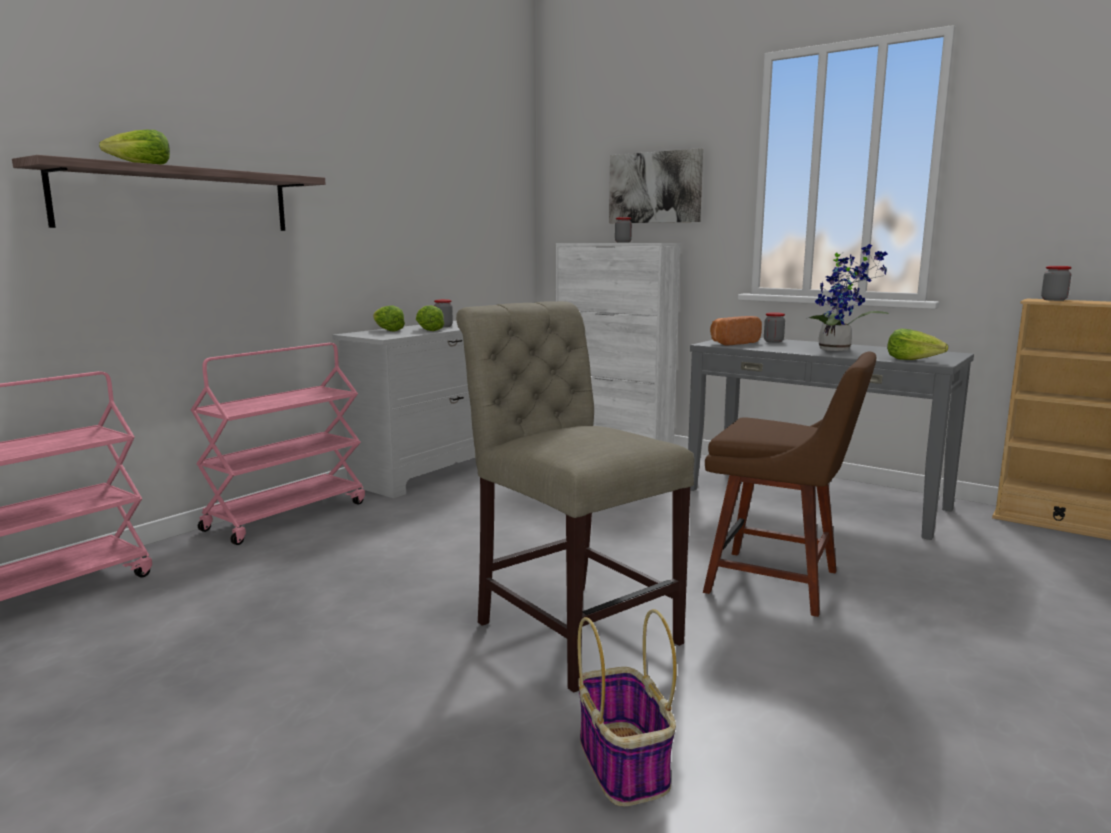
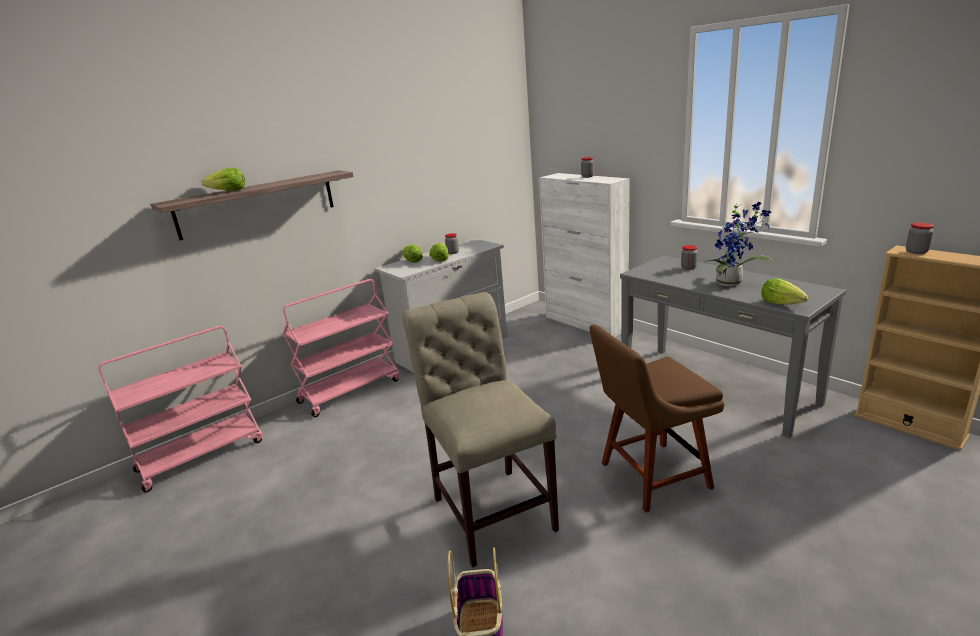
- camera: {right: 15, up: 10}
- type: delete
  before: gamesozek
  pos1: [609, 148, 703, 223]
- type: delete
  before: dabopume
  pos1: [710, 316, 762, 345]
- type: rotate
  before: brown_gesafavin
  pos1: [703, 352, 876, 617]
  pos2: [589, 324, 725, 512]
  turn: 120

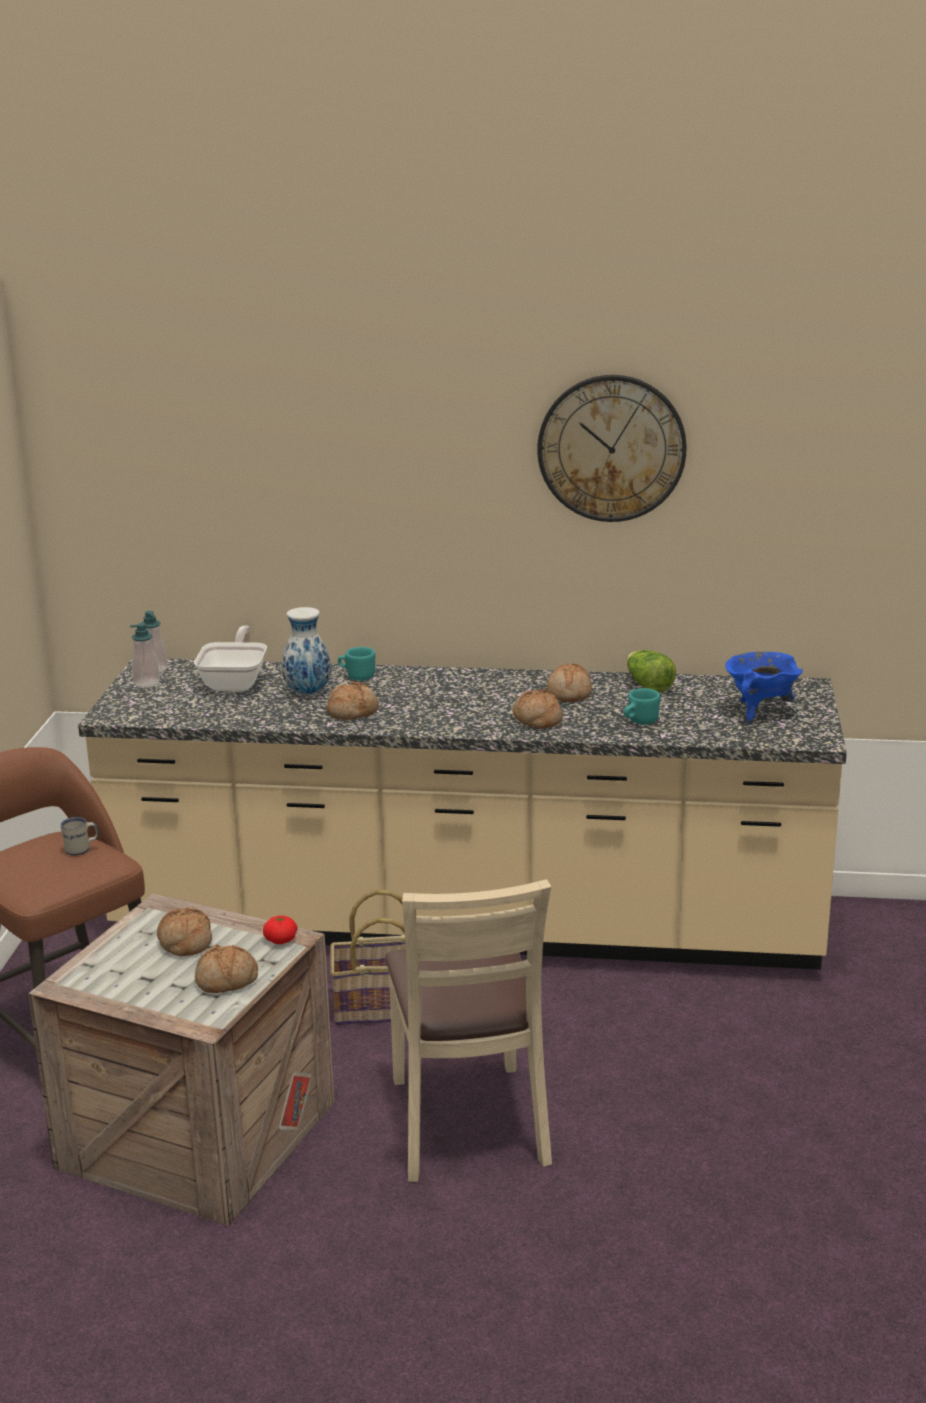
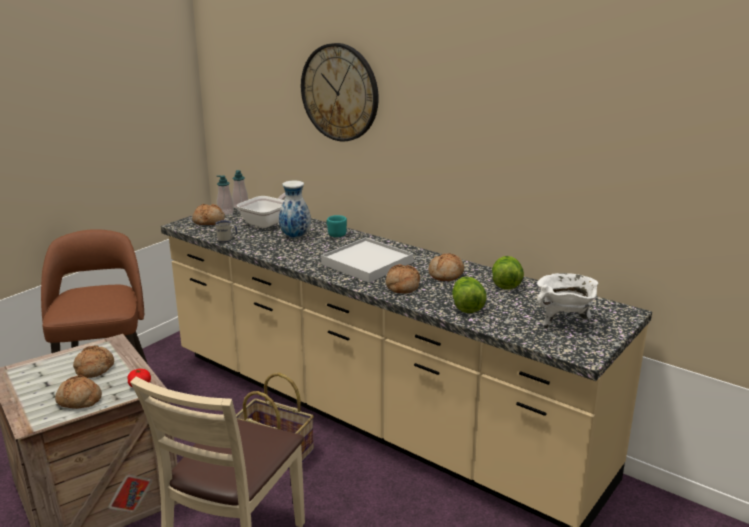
- camera: {right: 30, up: 0}
- type: insert
  after: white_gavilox
  pos2: [321, 238, 413, 283]
- type: move
  before: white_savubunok
  pos1: [61, 817, 98, 856]
  pos2: [215, 220, 237, 242]
- type: move
  before: dabopume
  pos1: [327, 681, 379, 720]
  pos2: [192, 204, 225, 225]
- type: move
  before: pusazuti
  pos1: [537, 375, 686, 522]
  pos2: [301, 43, 379, 142]
- type: replace
  before: turquoise_savubunok
  after: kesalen
  pos1: [623, 688, 660, 725]
  pos2: [452, 276, 487, 313]
- type: recolor
  before: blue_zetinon
  after: white_zetinon
  pos1: [725, 652, 803, 725]
  pos2: [537, 273, 598, 329]

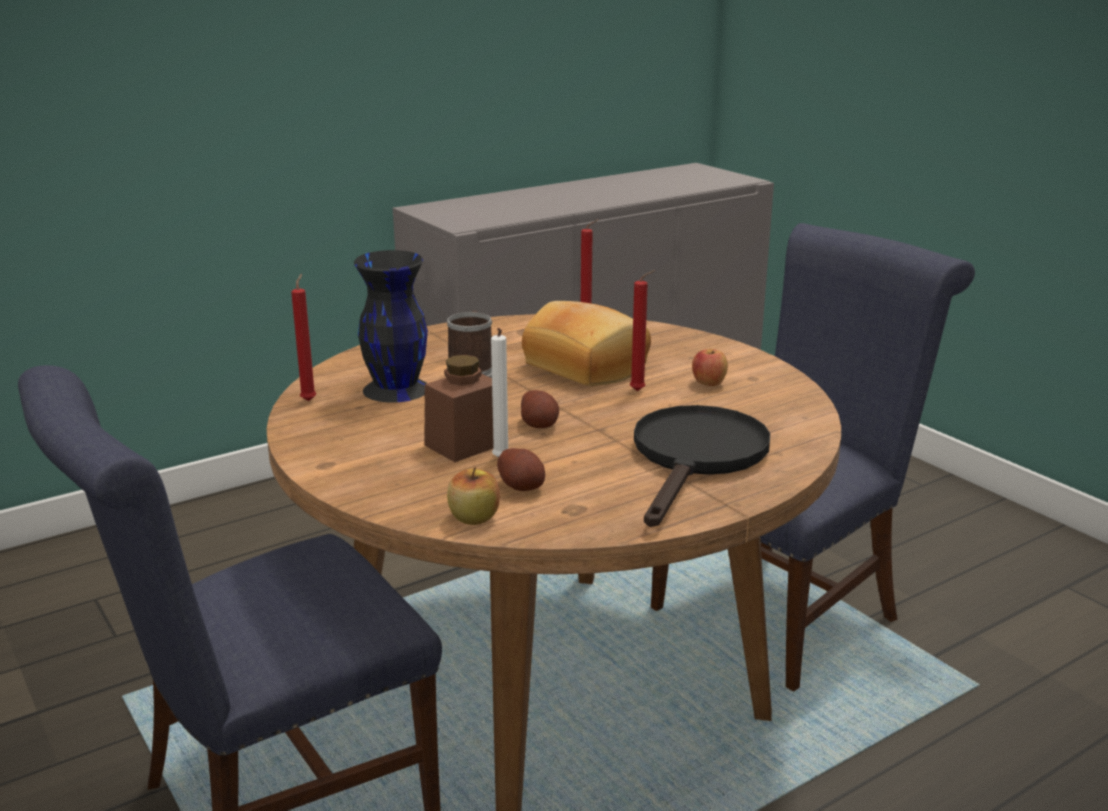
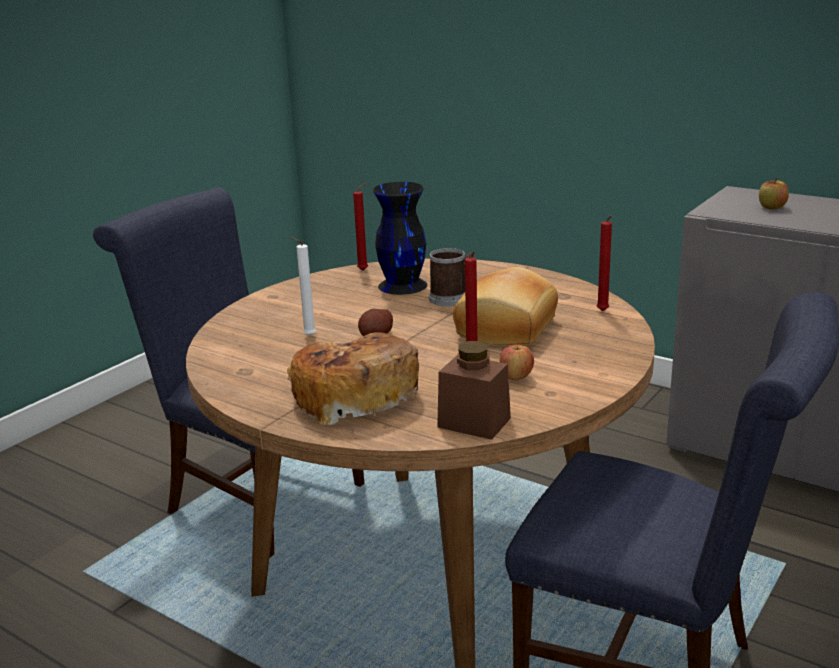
- camera: {right: 70, up: 0}
- type: delete
  before: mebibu
  pos1: [497, 448, 545, 491]
- type: move
  before: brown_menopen
  pos1: [425, 355, 494, 462]
  pos2: [437, 341, 511, 440]
- type: move
  before: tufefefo
  pos1: [447, 467, 500, 525]
  pos2: [759, 178, 789, 209]
- type: replace
  before: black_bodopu
  after: dabopume
  pos1: [634, 405, 770, 527]
  pos2: [287, 332, 419, 425]

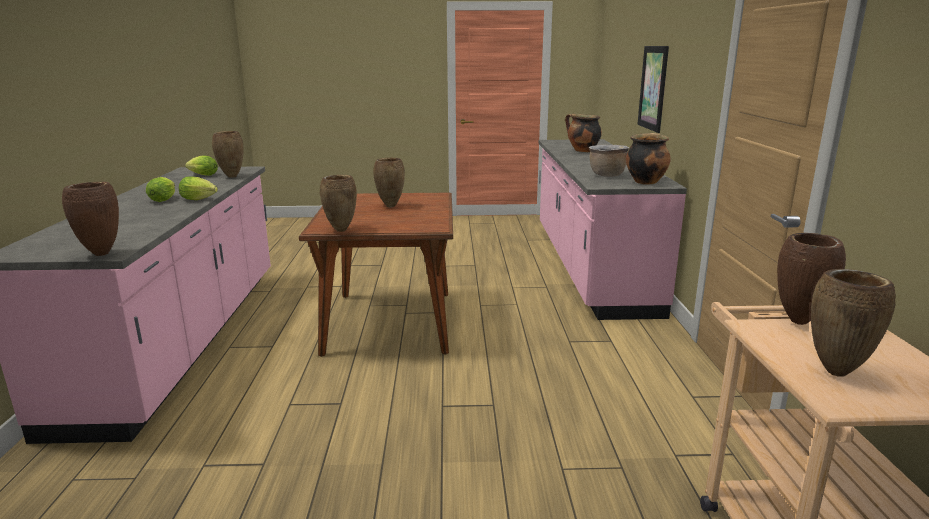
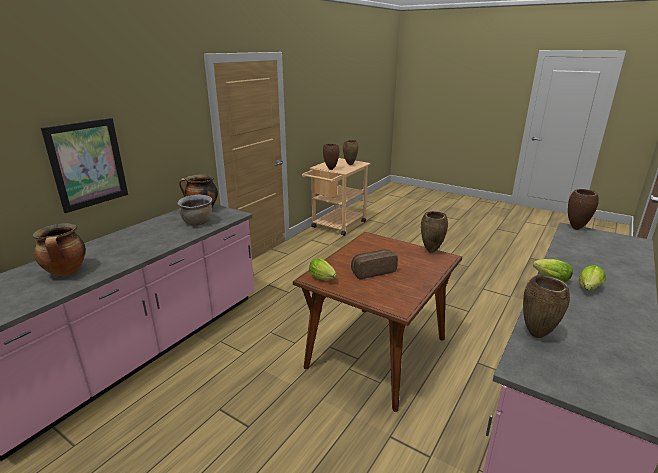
- camera: {right: -145, up: 5}
- type: move
  before: kesalen
  pos1: [185, 156, 218, 176]
  pos2: [309, 258, 337, 280]
- type: replace
  before: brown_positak
  after: dabopume
  pos1: [373, 158, 405, 207]
  pos2: [351, 250, 398, 279]

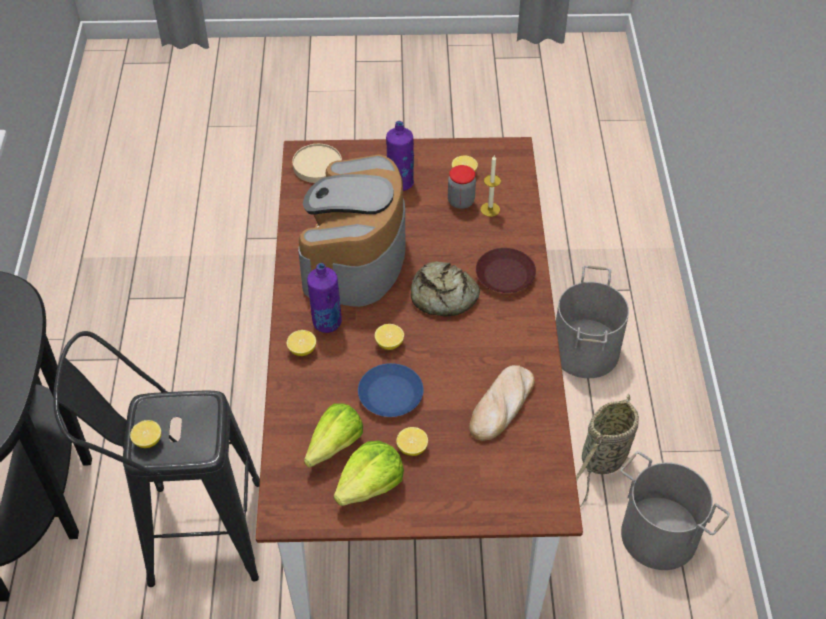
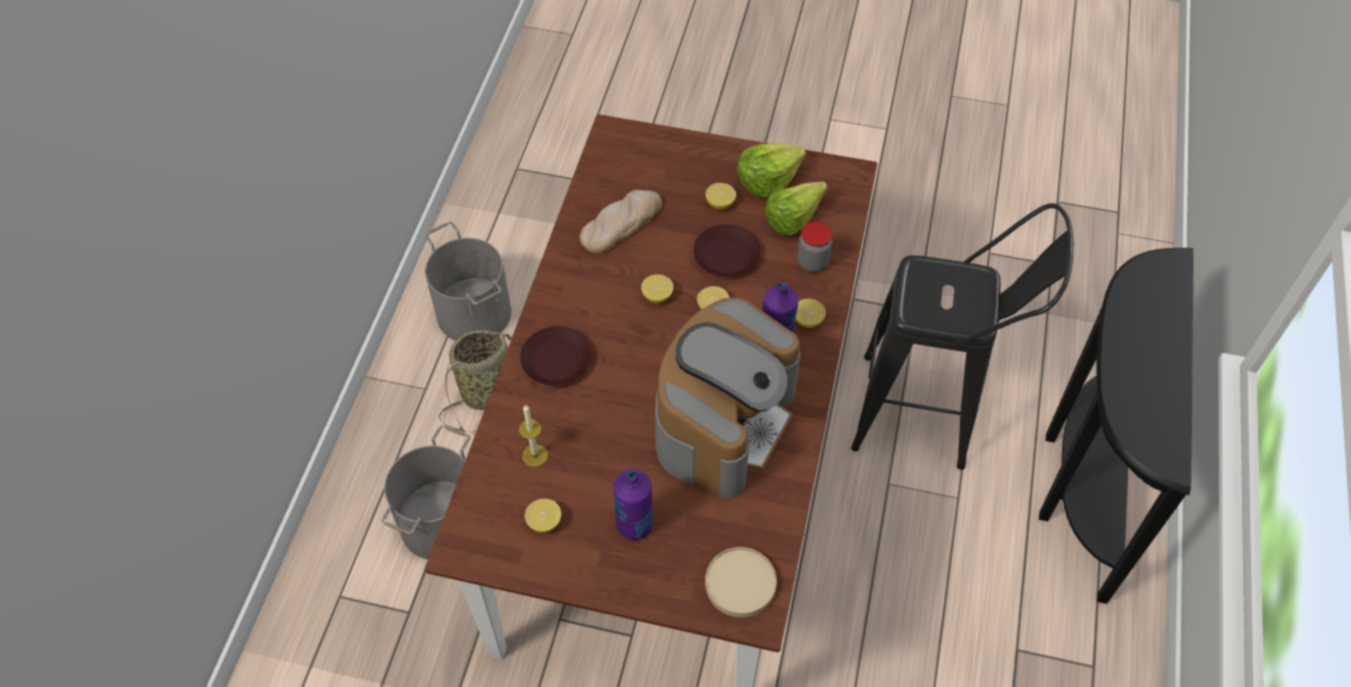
- camera: {right: -165, up: 5}
- type: delete
  before: dabopume
  pos1: [411, 261, 480, 316]
- type: move
  before: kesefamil
  pos1: [130, 420, 161, 448]
  pos2: [641, 274, 673, 303]
- type: move
  before: menopen
  pos1: [448, 165, 476, 209]
  pos2: [797, 222, 832, 272]
- type: recolor
  before: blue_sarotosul
  after: brown_sarotosul
  pos1: [358, 363, 424, 417]
  pos2: [693, 224, 761, 277]

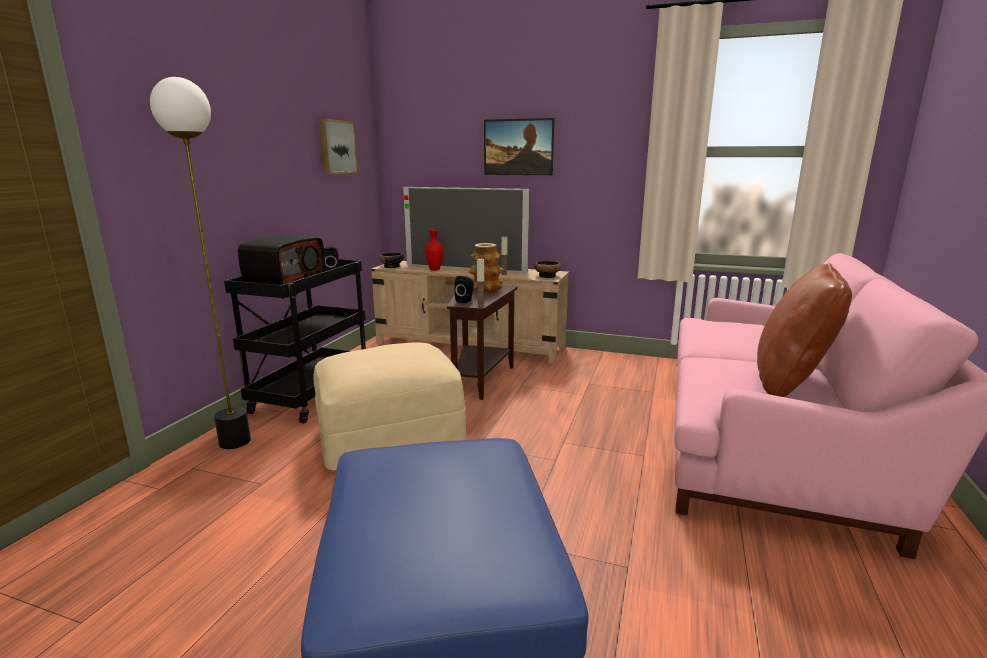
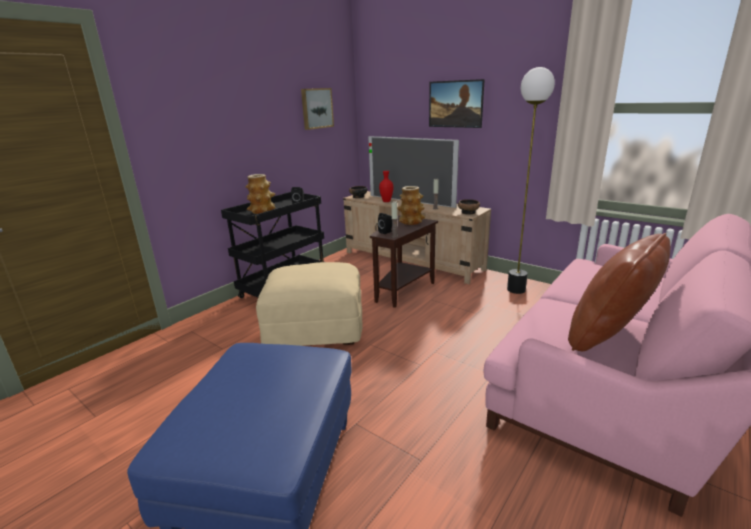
- camera: {right: 20, up: 5}
- type: move
  before: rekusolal
  pos1: [150, 77, 251, 449]
  pos2: [507, 67, 555, 294]
- type: replace
  before: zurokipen
  after: positak
  pos1: [238, 235, 325, 285]
  pos2: [245, 174, 276, 214]

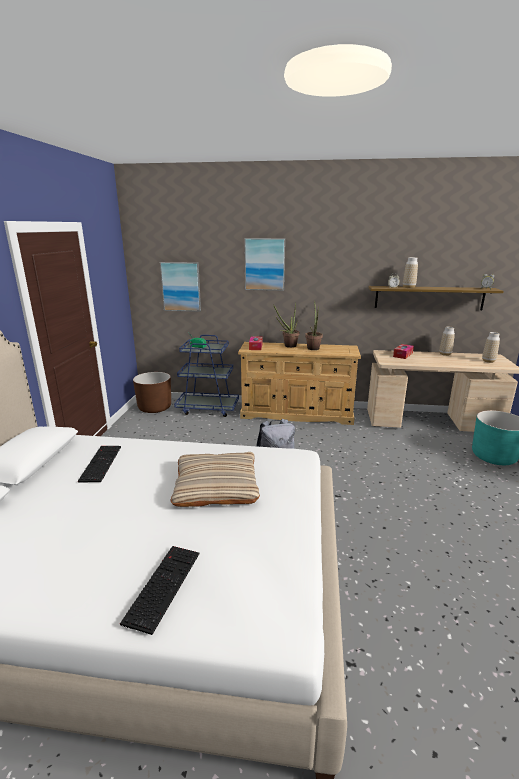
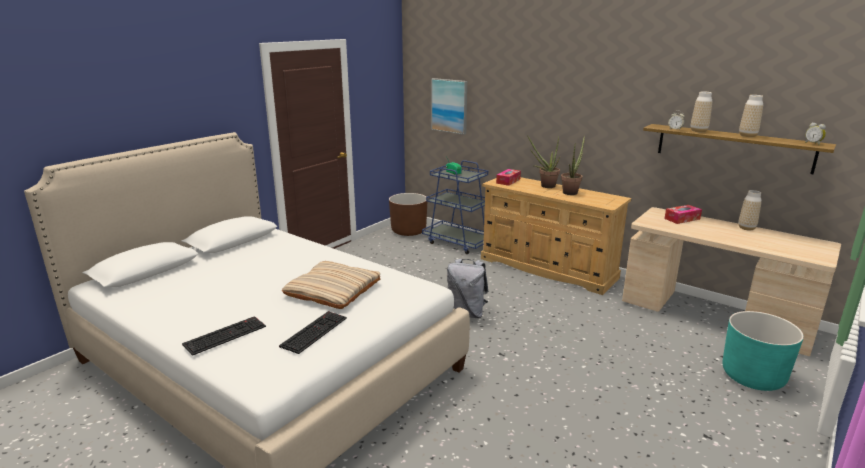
- camera: {right: 30, up: 0}
- type: delete
  before: gamesozek
  pos1: [244, 238, 285, 291]
- type: move
  before: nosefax
  pos1: [78, 446, 121, 483]
  pos2: [279, 311, 347, 354]
- type: move
  before: positak
  pos1: [482, 332, 500, 363]
  pos2: [739, 95, 763, 137]

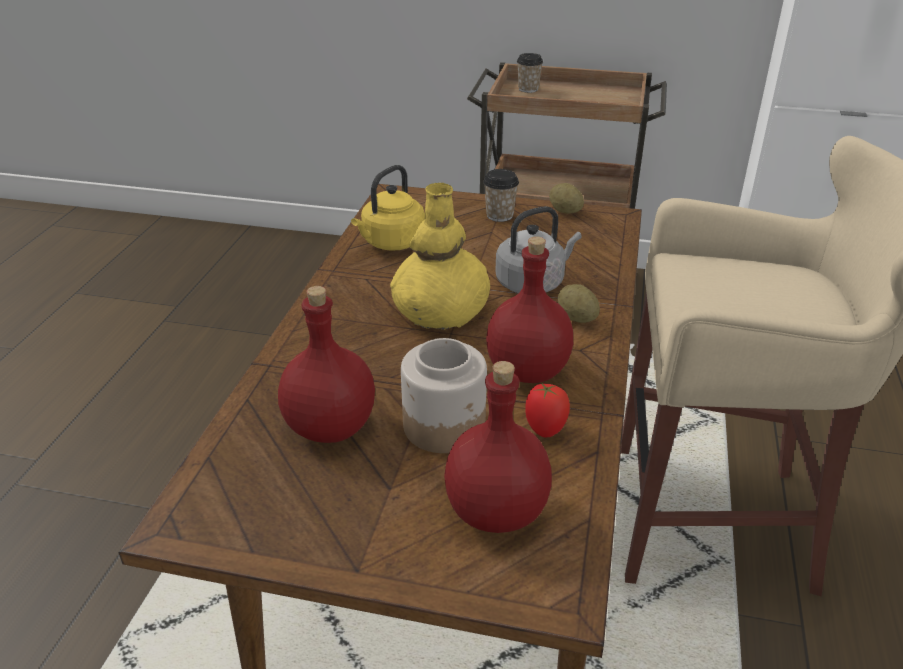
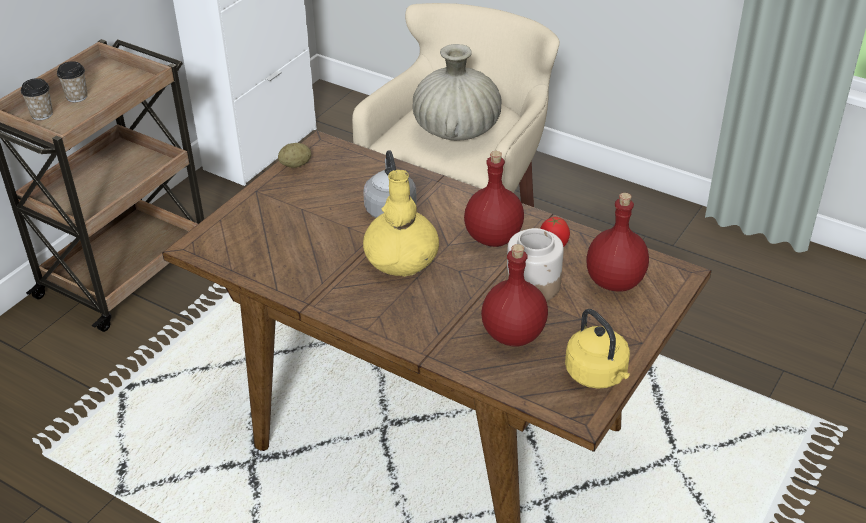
- camera: {right: -70, up: 5}
- type: delete
  before: mebibu
  pos1: [558, 284, 600, 323]
- type: insert
  after: beige_positak
  pos2: [413, 44, 502, 141]
- type: move
  before: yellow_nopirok
  pos1: [351, 165, 425, 251]
  pos2: [565, 309, 630, 389]
- type: move
  before: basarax
  pos1: [483, 169, 519, 222]
  pos2: [57, 61, 88, 102]

